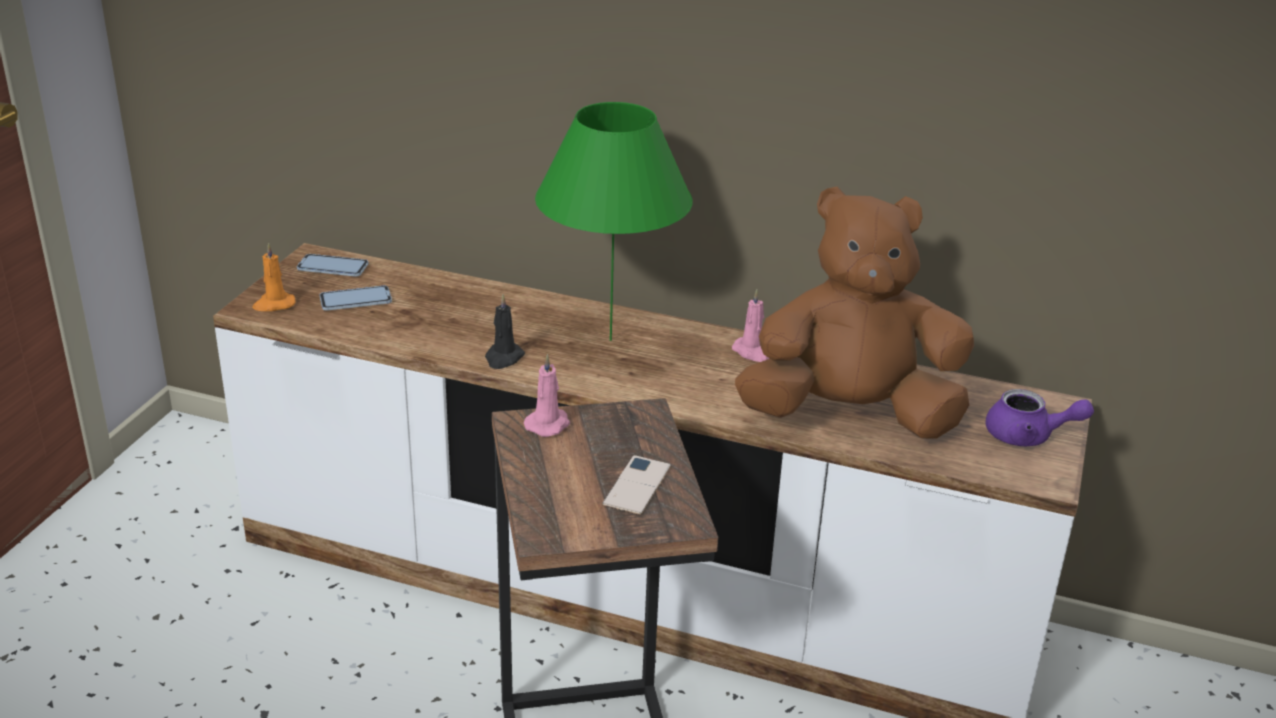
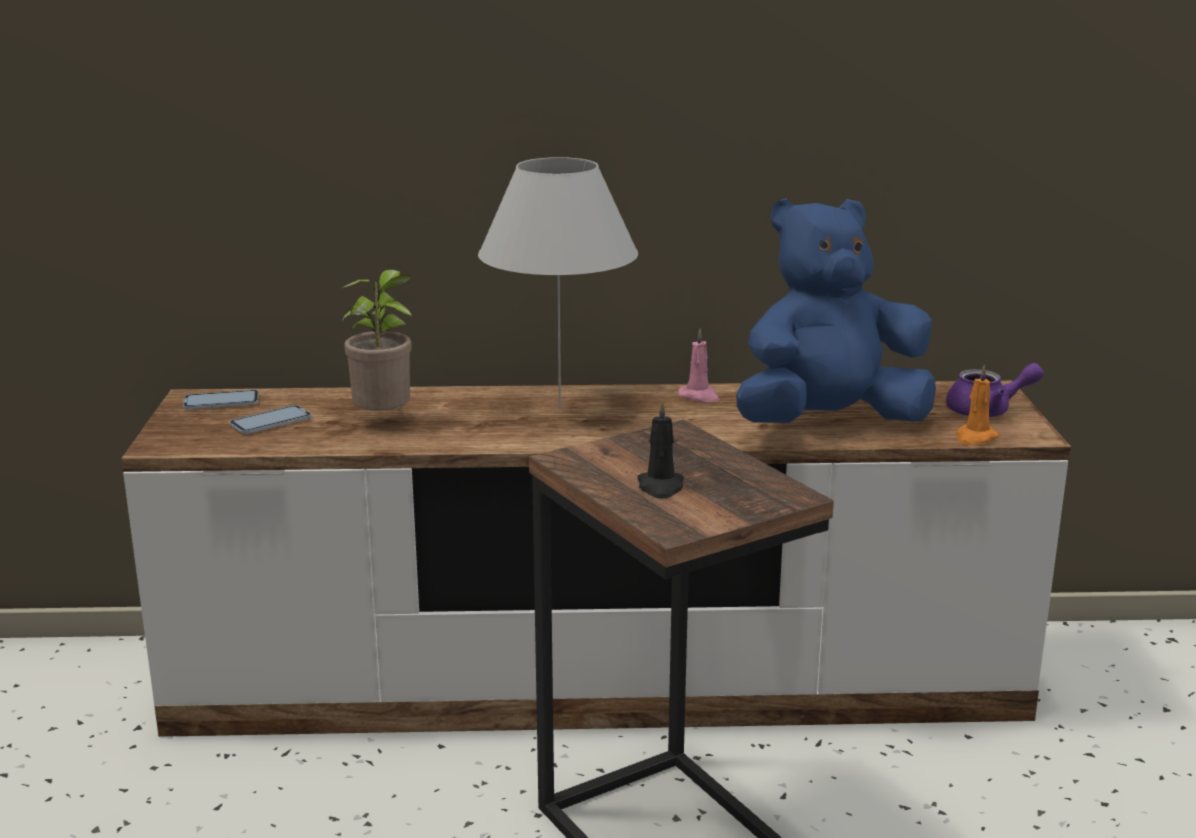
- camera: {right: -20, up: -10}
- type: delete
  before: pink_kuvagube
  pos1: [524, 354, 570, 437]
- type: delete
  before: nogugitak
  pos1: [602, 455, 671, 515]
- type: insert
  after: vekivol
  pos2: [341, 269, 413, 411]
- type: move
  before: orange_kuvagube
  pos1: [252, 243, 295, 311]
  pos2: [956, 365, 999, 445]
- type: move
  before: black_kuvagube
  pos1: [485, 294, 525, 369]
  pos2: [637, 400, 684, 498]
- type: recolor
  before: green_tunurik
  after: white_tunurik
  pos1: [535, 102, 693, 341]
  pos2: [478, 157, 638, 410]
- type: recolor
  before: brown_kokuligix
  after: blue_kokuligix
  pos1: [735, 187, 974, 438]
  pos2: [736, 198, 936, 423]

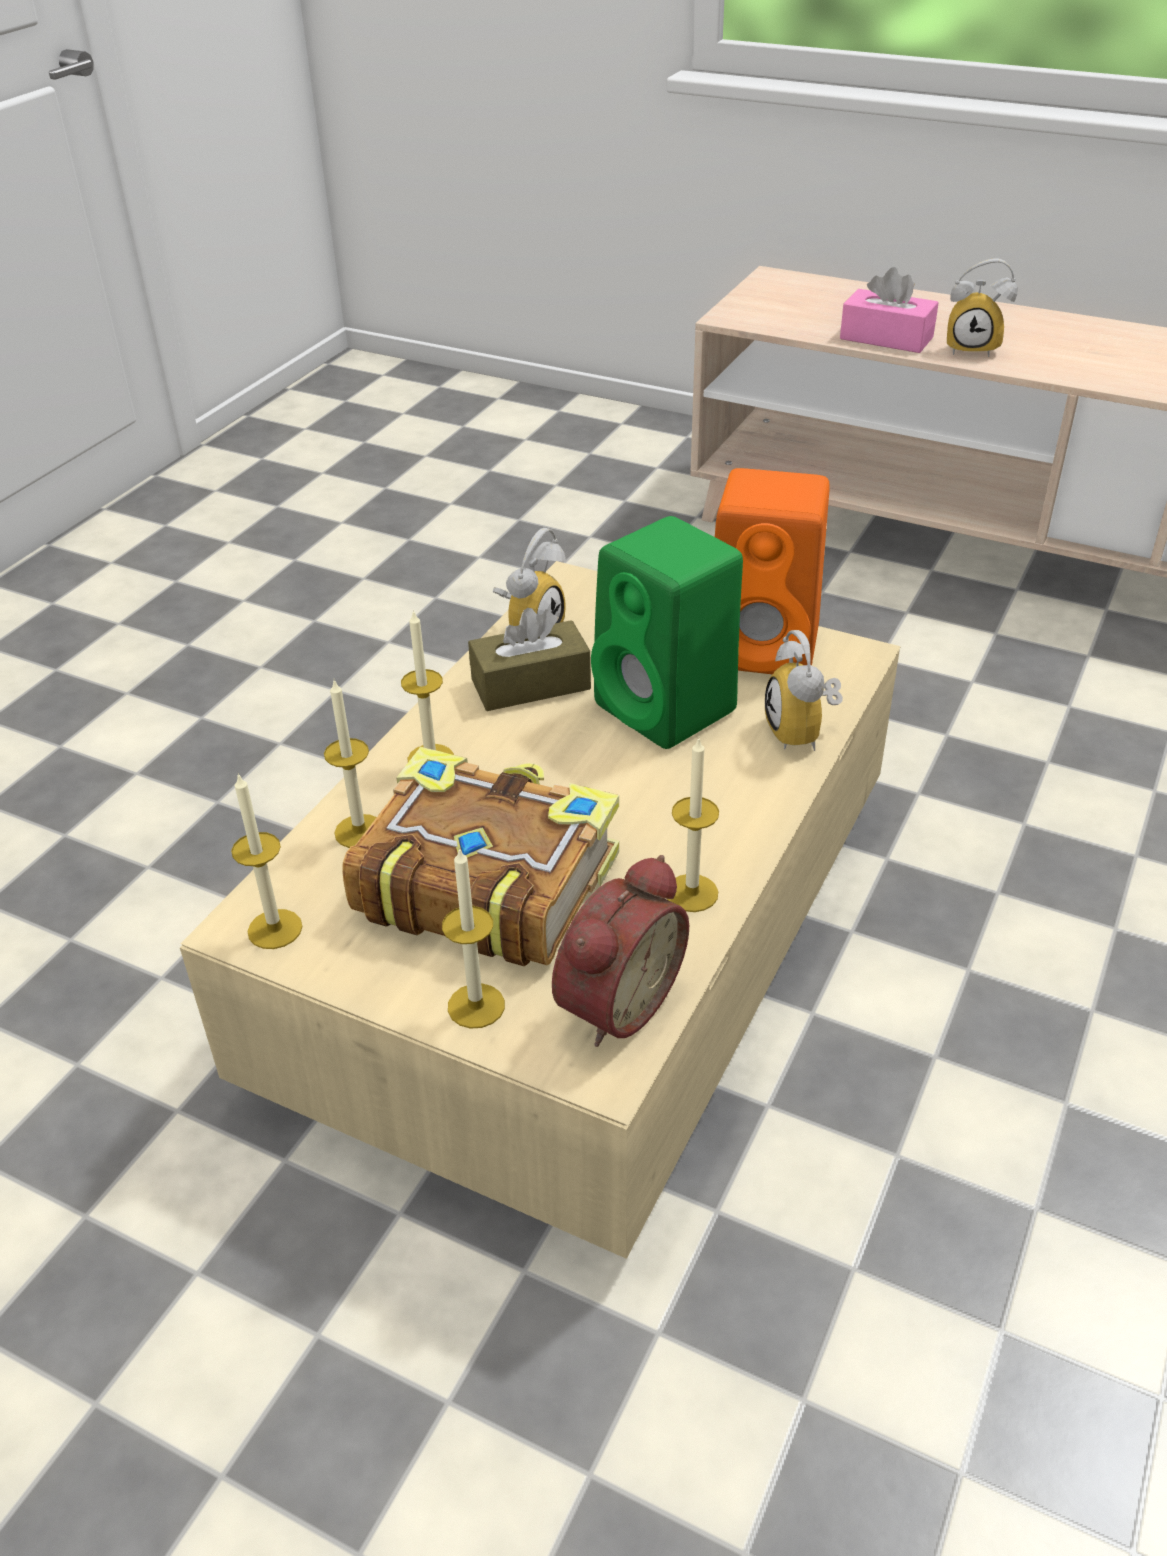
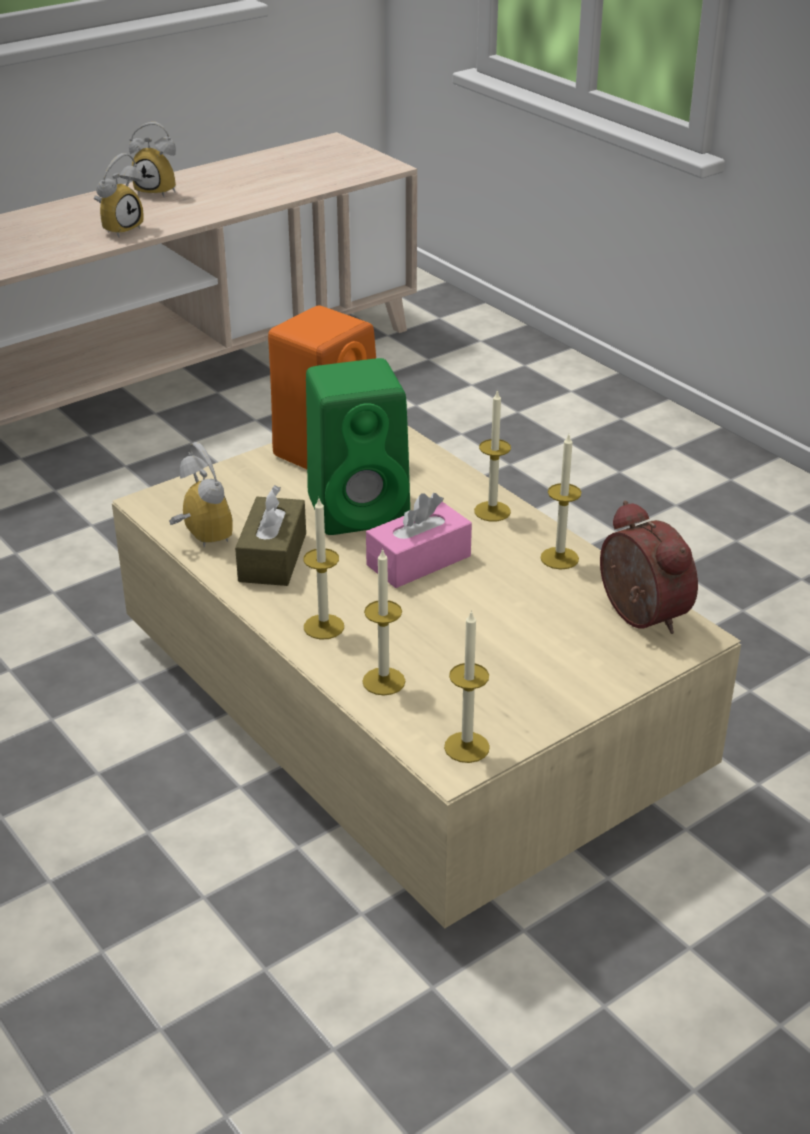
- camera: {right: -65, up: -5}
- type: delete
  before: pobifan
  pos1: [342, 747, 619, 966]
- type: move
  before: kuvagube
  pos1: [442, 847, 505, 1029]
  pos2: [474, 389, 511, 522]
- type: move
  before: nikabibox
  pos1: [765, 630, 843, 751]
  pos2: [129, 122, 176, 197]
- type: move
  before: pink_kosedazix
  pos1: [840, 267, 939, 353]
  pos2: [366, 493, 472, 588]

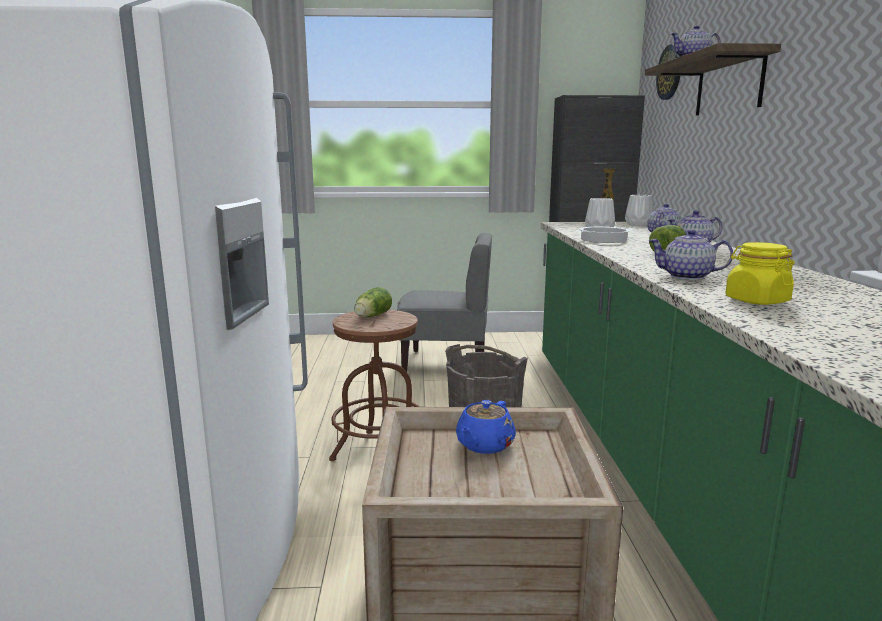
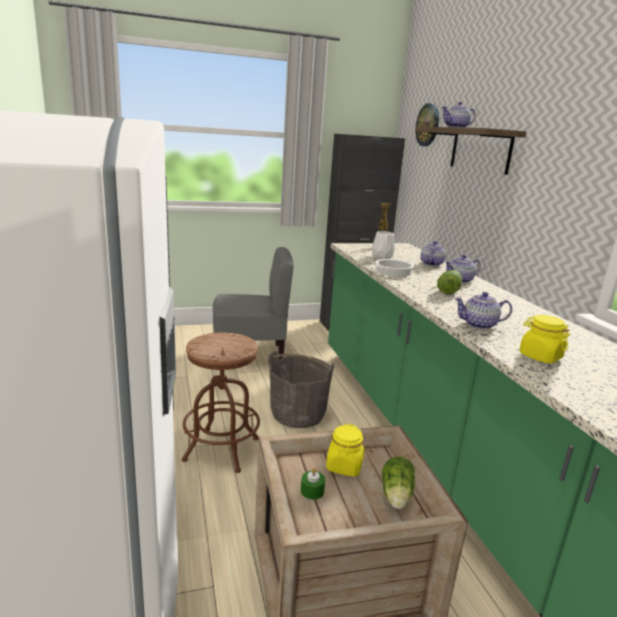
- camera: {right: -15, up: 5}
- type: delete
  before: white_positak
  pos1: [625, 195, 653, 226]
- type: insert
  after: green_kuvagube
  pos2: [301, 468, 325, 500]
- type: move
  before: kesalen
  pos1: [354, 287, 392, 317]
  pos2: [382, 456, 415, 509]
- type: replace
  before: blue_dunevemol
  after: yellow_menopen
  pos1: [456, 400, 516, 454]
  pos2: [326, 424, 364, 477]

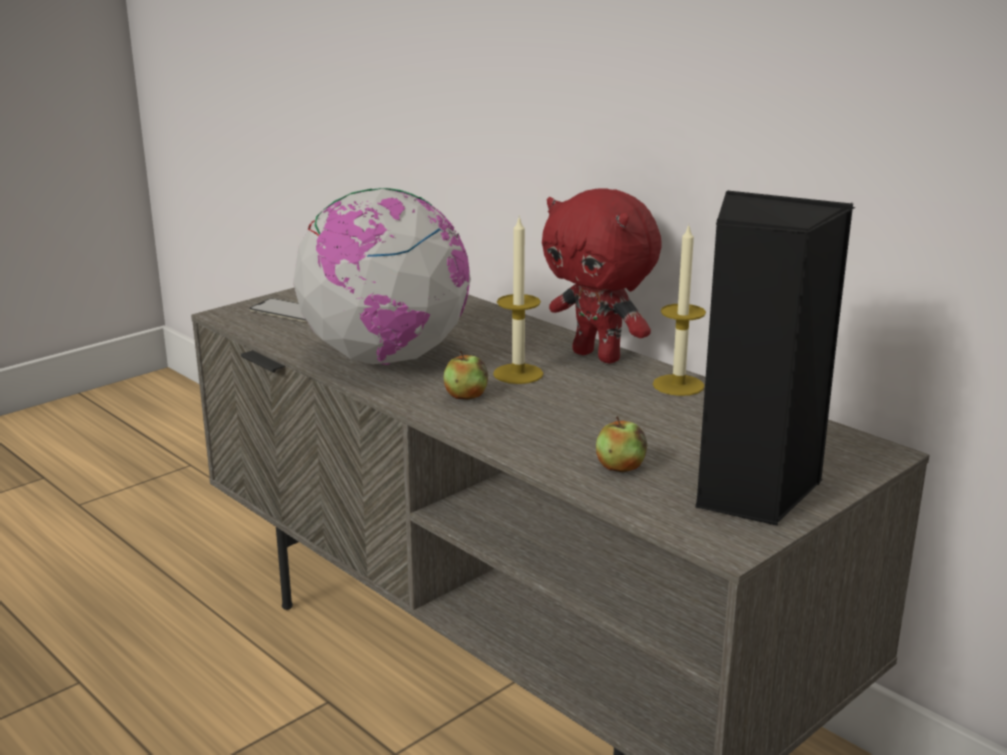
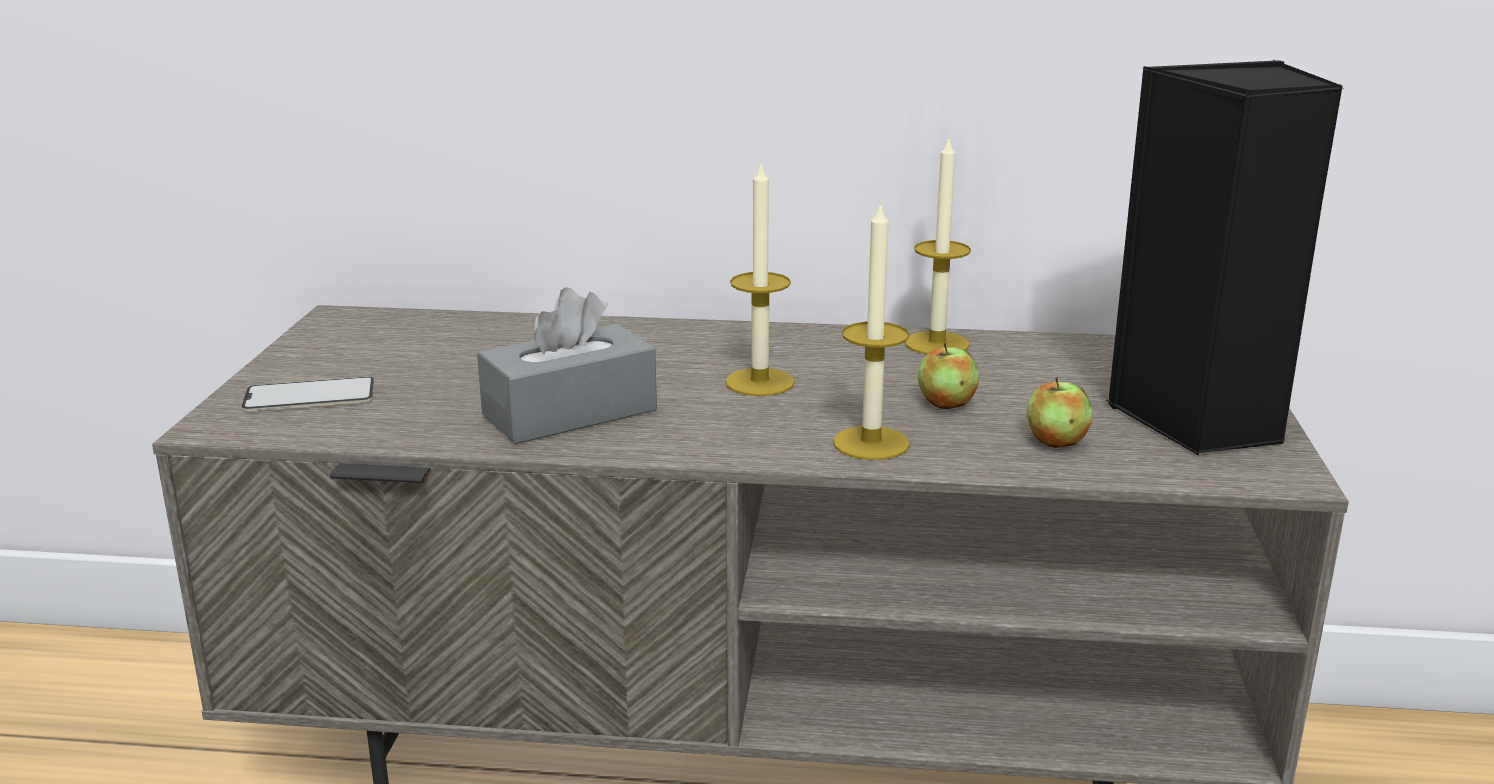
- camera: {right: -40, up: 0}
- type: delete
  before: red_kokuligix
  pos1: [542, 188, 662, 364]
- type: insert
  after: kuvagube
  pos2: [833, 200, 910, 460]
- type: move
  before: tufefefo
  pos1: [444, 351, 488, 400]
  pos2: [918, 342, 979, 409]
- type: replace
  before: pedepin
  after: grey_kosedazix
  pos1: [293, 188, 471, 365]
  pos2: [477, 287, 657, 444]

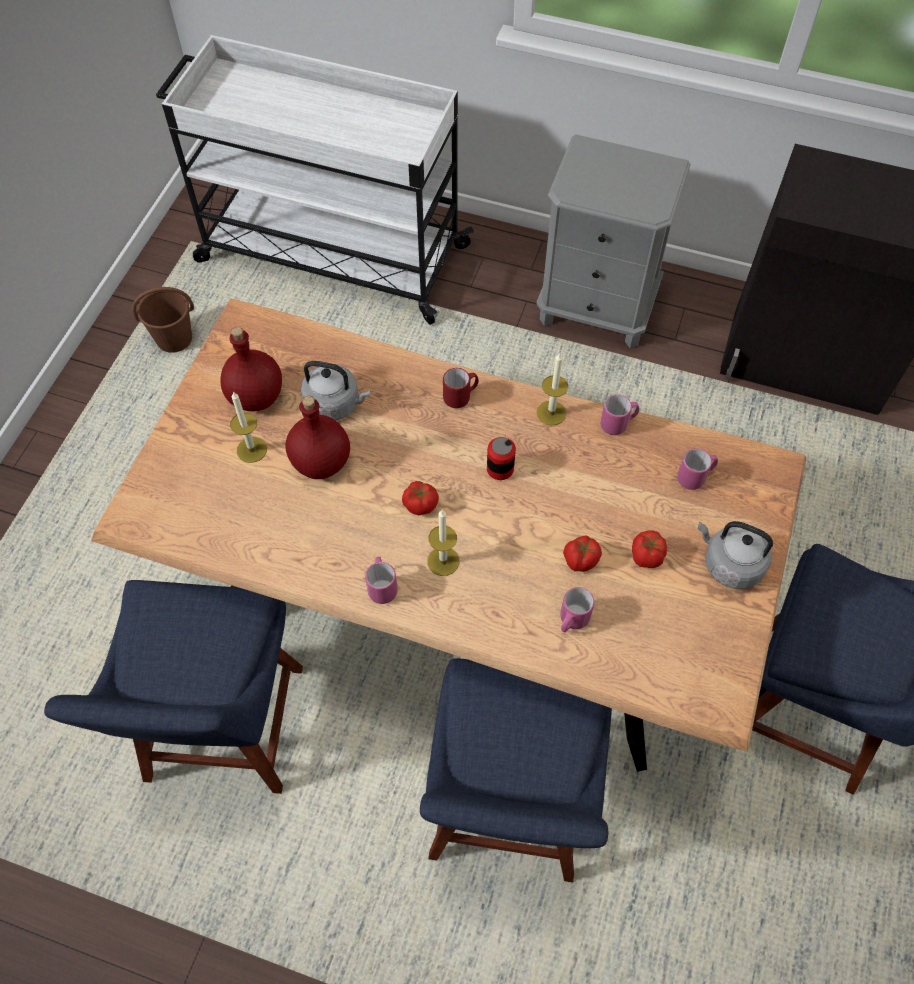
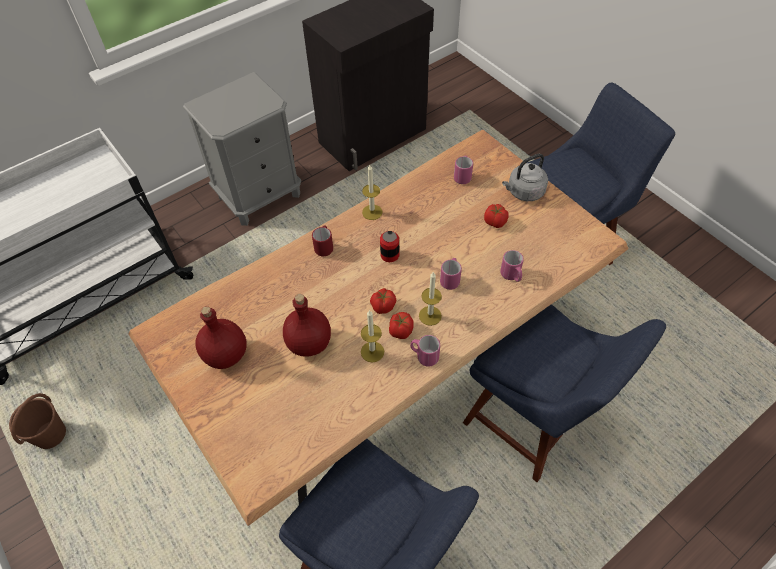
- camera: {right: -55, up: -5}
- type: delete
  before: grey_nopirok
  pos1: [301, 361, 371, 420]
- type: move
  before: kuvagube
  pos1: [230, 391, 267, 463]
  pos2: [361, 310, 384, 362]
- type: move
  before: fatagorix
  pos1: [563, 535, 602, 572]
  pos2: [389, 312, 414, 339]
- type: move
  before: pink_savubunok
  pos1: [600, 394, 640, 435]
  pos2: [440, 258, 462, 290]

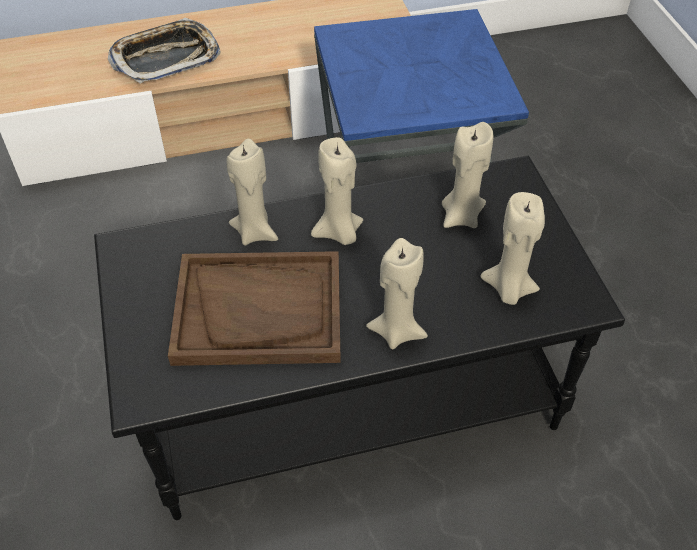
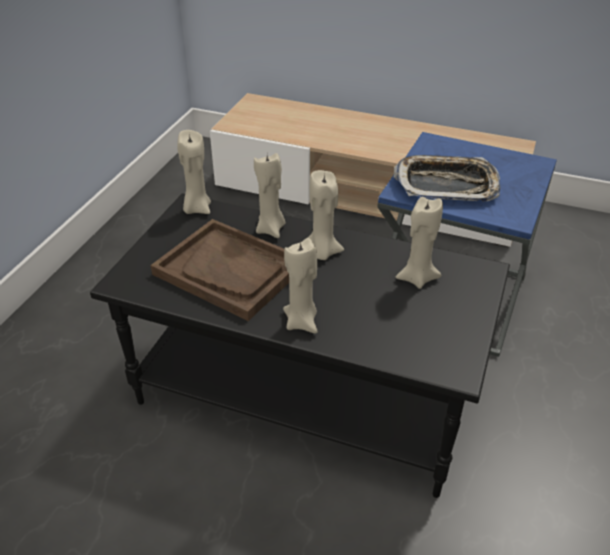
- camera: {right: 35, up: -10}
- type: move
  before: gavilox
  pos1: [108, 18, 221, 84]
  pos2: [394, 155, 500, 202]
- type: move
  before: beige_kuvagube
  pos1: [481, 192, 545, 305]
  pos2: [177, 130, 211, 214]

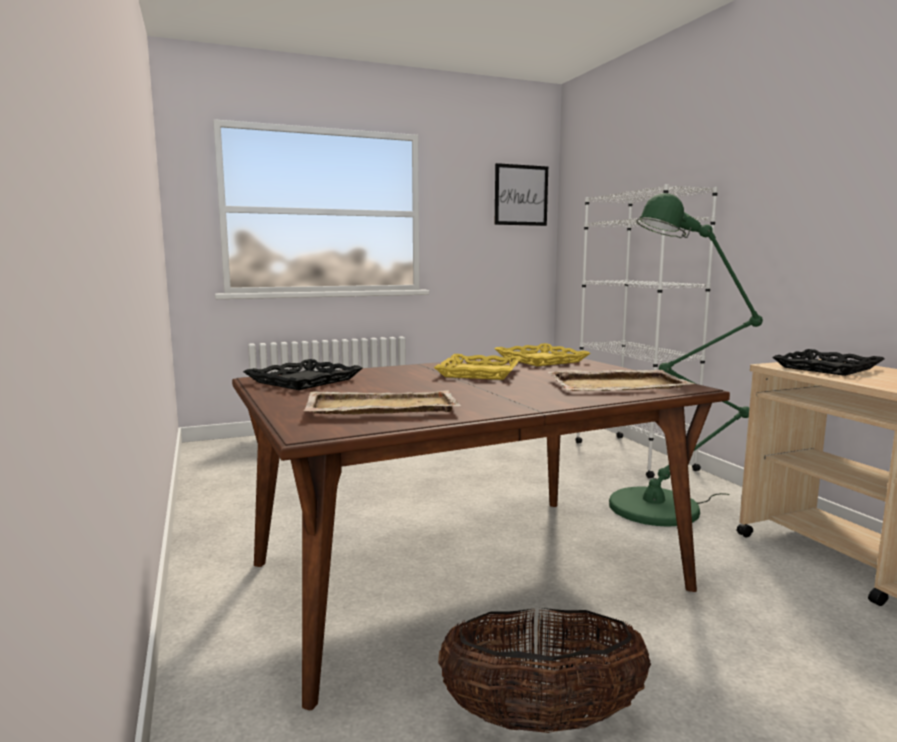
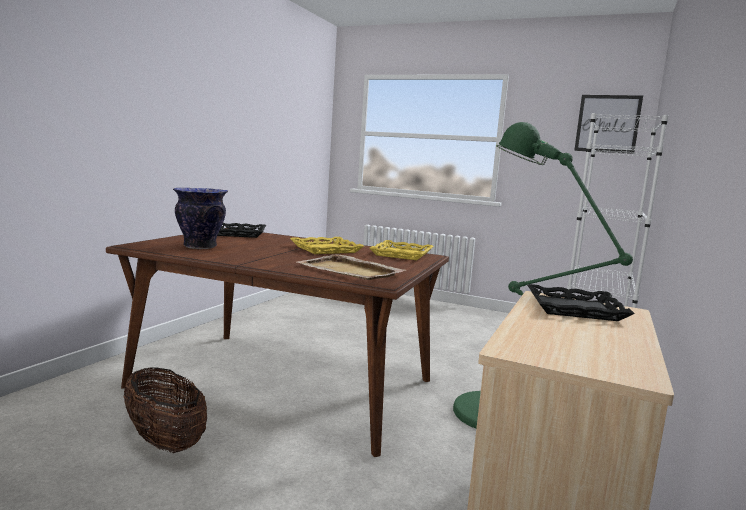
- camera: {right: 45, up: 0}
- type: replace
  before: beige_gavilox
  after: positak
  pos1: [304, 390, 461, 414]
  pos2: [173, 188, 228, 249]

